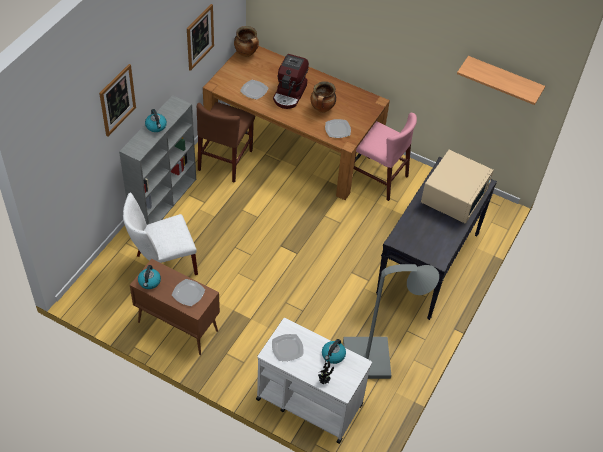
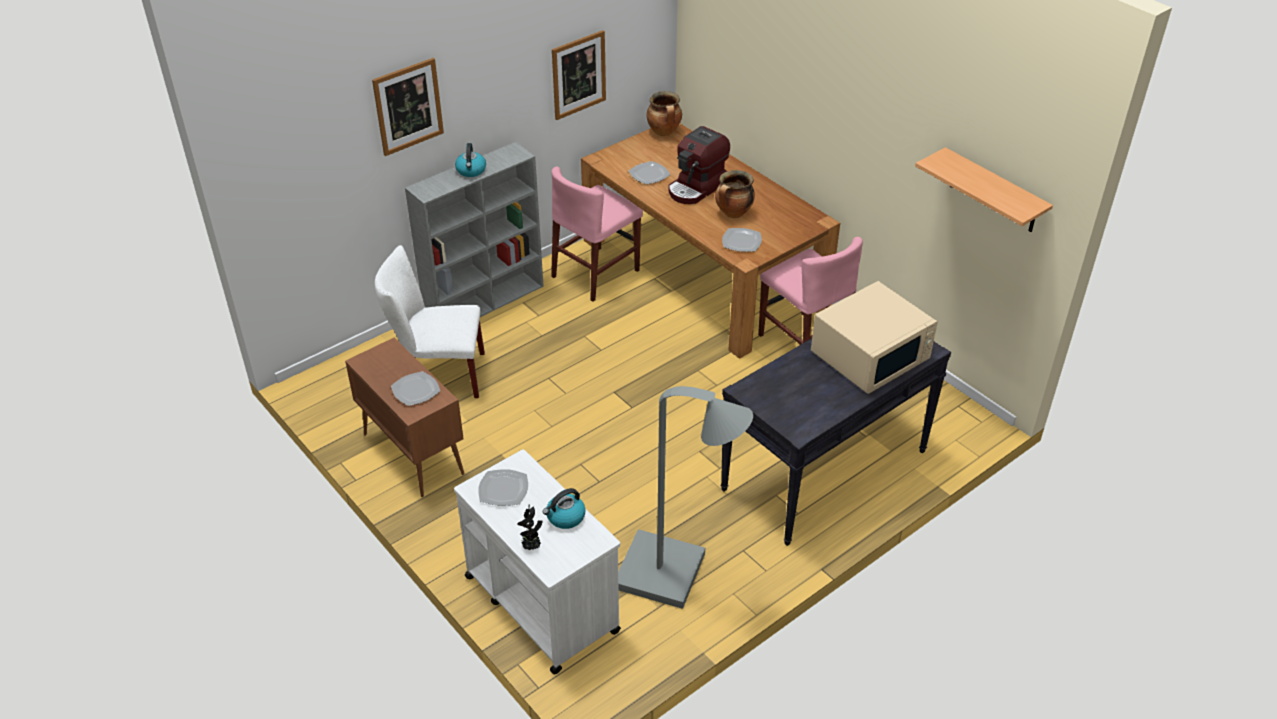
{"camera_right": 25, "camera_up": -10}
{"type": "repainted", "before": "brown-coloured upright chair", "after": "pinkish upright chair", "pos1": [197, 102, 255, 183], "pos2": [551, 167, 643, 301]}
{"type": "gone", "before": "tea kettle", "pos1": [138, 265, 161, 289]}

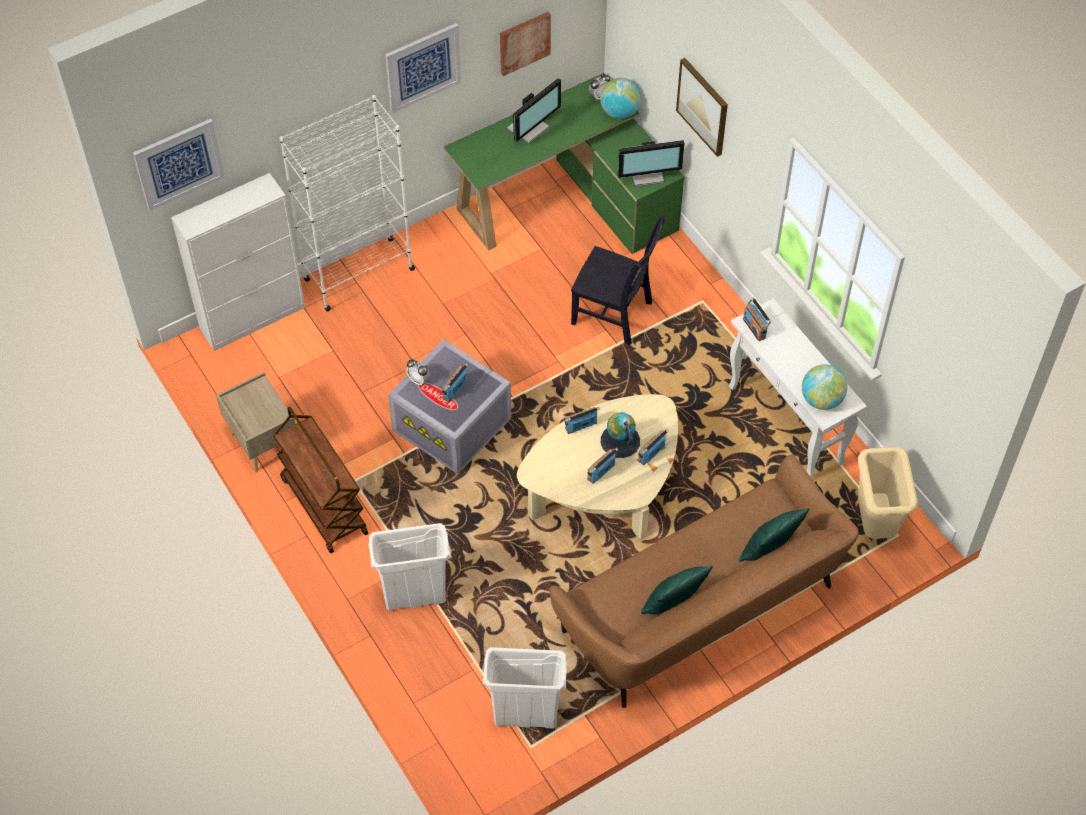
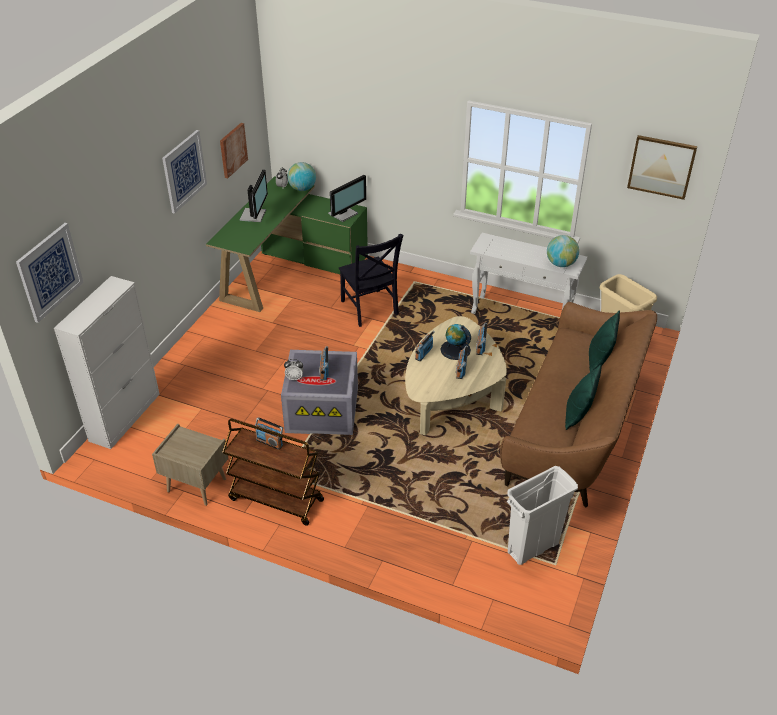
{"camera_right": -35, "camera_up": -15}
{"type": "shifted", "before": "radio", "pos1": [743, 298, 771, 341], "pos2": [255, 417, 283, 450]}
{"type": "rotated", "before": "blackish upright chair", "pos1": [571, 216, 666, 345], "pos2": [339, 234, 403, 327], "turn": 75}
{"type": "shifted", "before": "wall art", "pos1": [676, 58, 728, 157], "pos2": [627, 135, 697, 200]}
{"type": "gone", "before": "whitish shelving unit", "pos1": [280, 95, 415, 312]}
{"type": "gone", "before": "whitish rubbish bin", "pos1": [368, 523, 451, 611]}

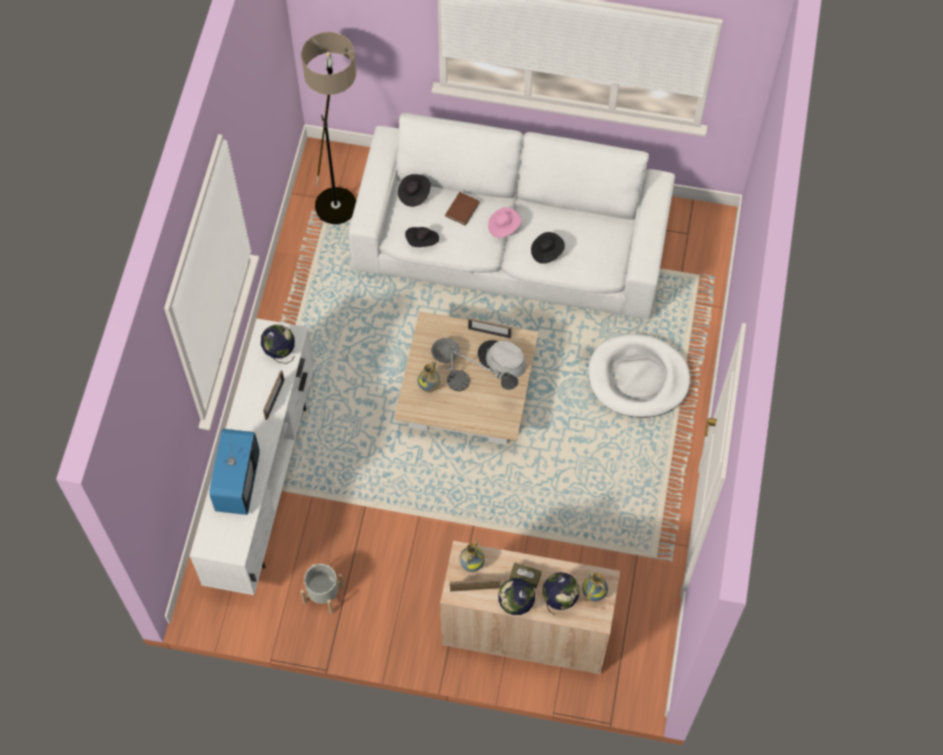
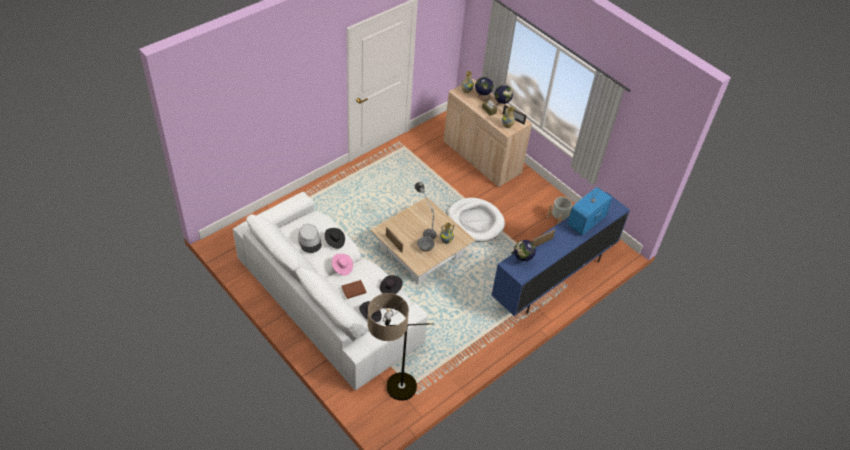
{"camera_right": -145, "camera_up": -15}
{"type": "shifted", "before": "grey wearable hat", "pos1": [478, 340, 526, 378], "pos2": [298, 224, 322, 253]}
{"type": "shifted", "before": "whitish pet bed", "pos1": [588, 334, 691, 418], "pos2": [448, 198, 505, 242]}
{"type": "repainted", "before": "whitish media console", "after": "bluish media console", "pos1": [190, 319, 315, 595], "pos2": [491, 192, 630, 316]}

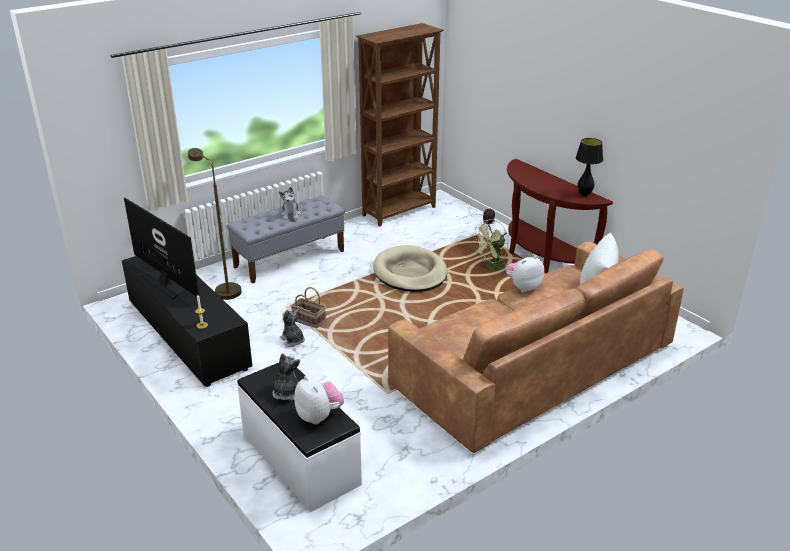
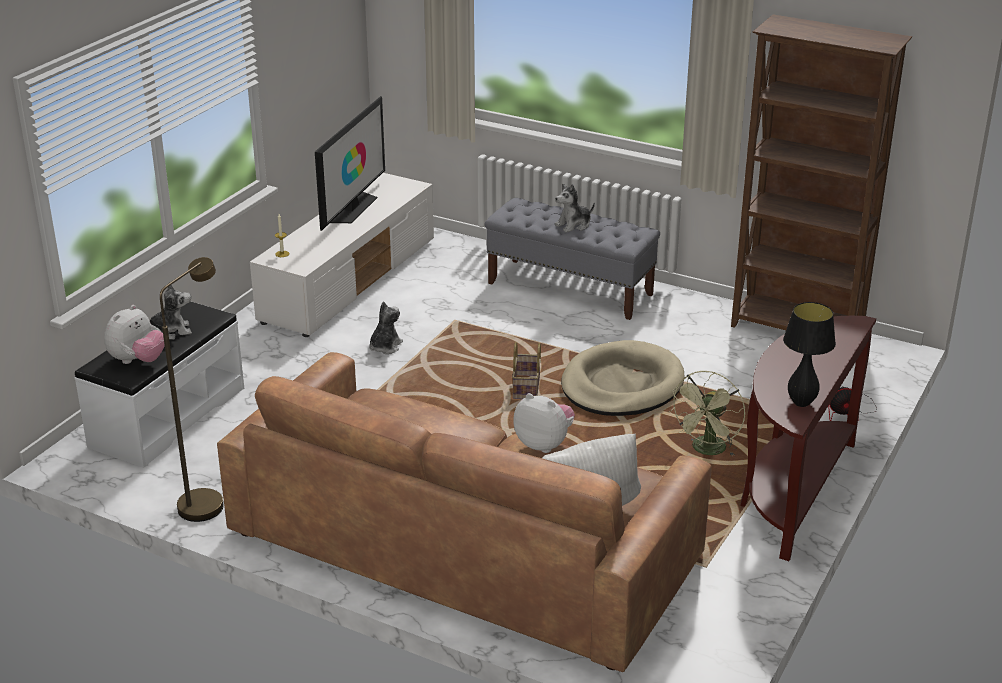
{"camera_right": 65, "camera_up": 0}
{"type": "shifted", "before": "brown-coloured floor lamp", "pos1": [188, 148, 241, 300], "pos2": [160, 257, 224, 522]}
{"type": "repainted", "before": "blackish media console", "after": "whitish media console", "pos1": [122, 256, 252, 387], "pos2": [250, 173, 434, 337]}
{"type": "shifted", "before": "storage basket", "pos1": [291, 287, 326, 328], "pos2": [512, 342, 541, 399]}
{"type": "rotated", "before": "greenish electric fan", "pos1": [473, 219, 509, 272], "pos2": [669, 371, 745, 456], "turn": -90}

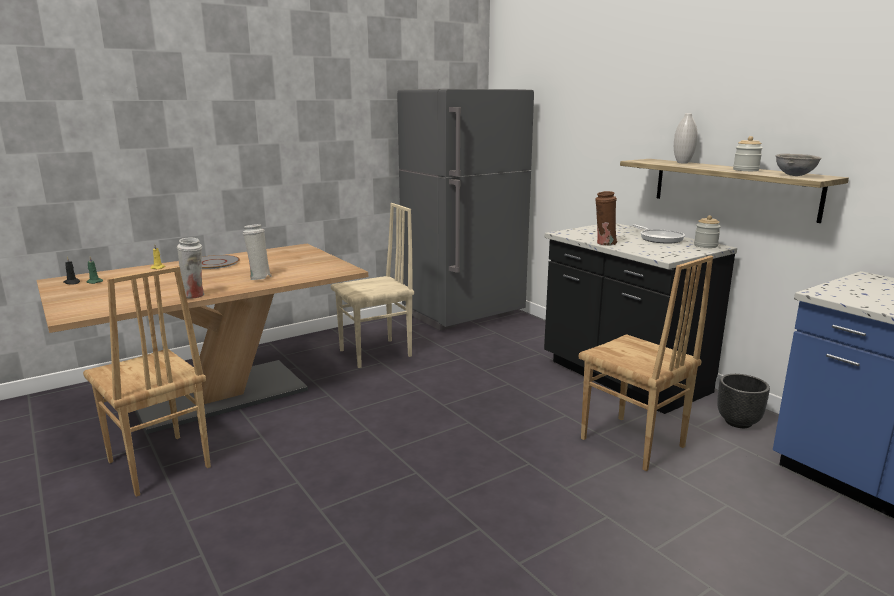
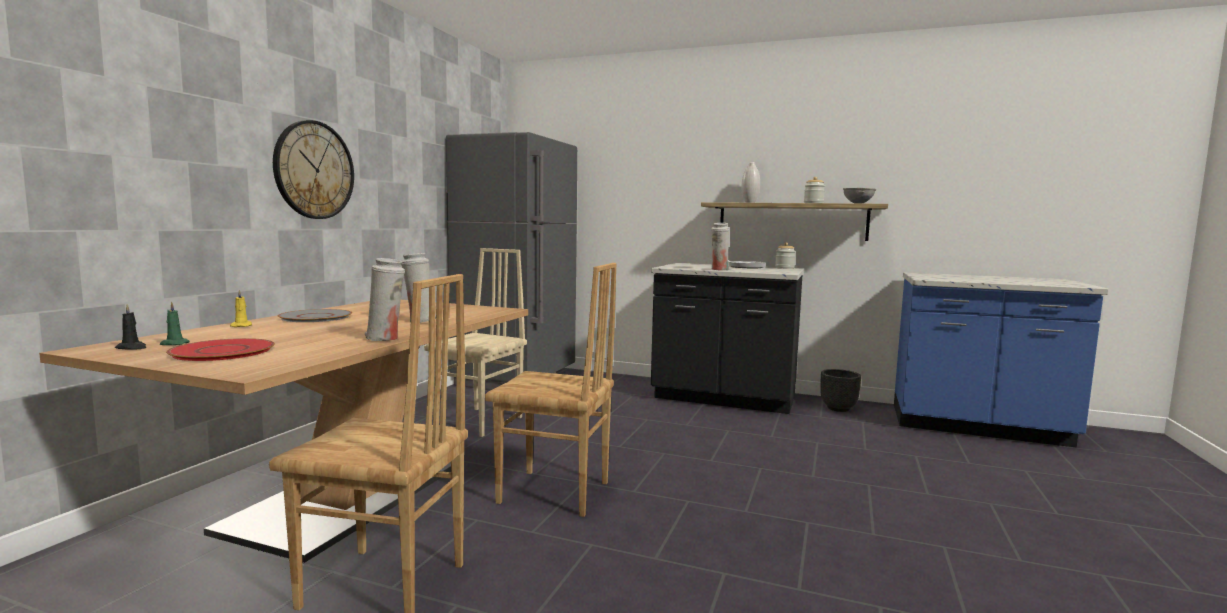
{"camera_right": -35, "camera_up": -10}
{"type": "new", "after": "red-coloured plate", "pos2": [166, 338, 275, 361]}
{"type": "new", "after": "wall clock", "pos2": [273, 120, 354, 219]}
{"type": "shifted", "before": "brown-coloured upright chair", "pos1": [579, 255, 713, 471], "pos2": [485, 263, 617, 517]}
{"type": "repainted", "before": "brown-coloured flower vase", "after": "whitish flower vase", "pos1": [595, 191, 618, 246], "pos2": [711, 223, 730, 271]}

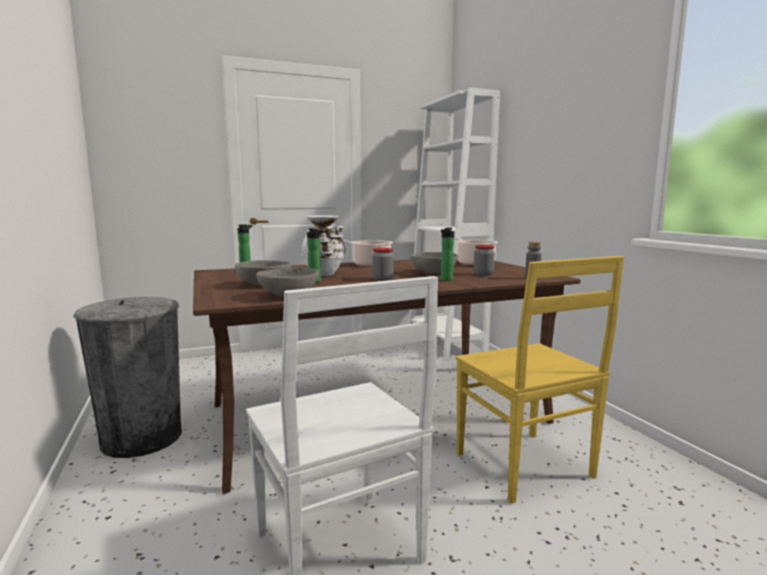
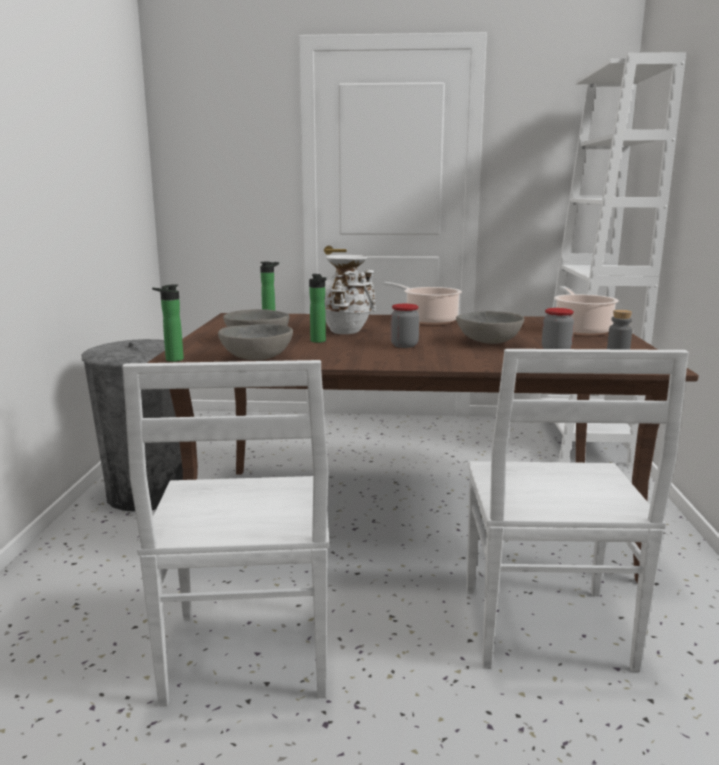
{"camera_right": 25, "camera_up": 5}
{"type": "shifted", "before": "beverage bottle", "pos1": [441, 228, 454, 281], "pos2": [152, 284, 184, 362]}
{"type": "repainted", "before": "yellowish upright chair", "after": "whitish upright chair", "pos1": [456, 256, 624, 504], "pos2": [466, 349, 689, 672]}

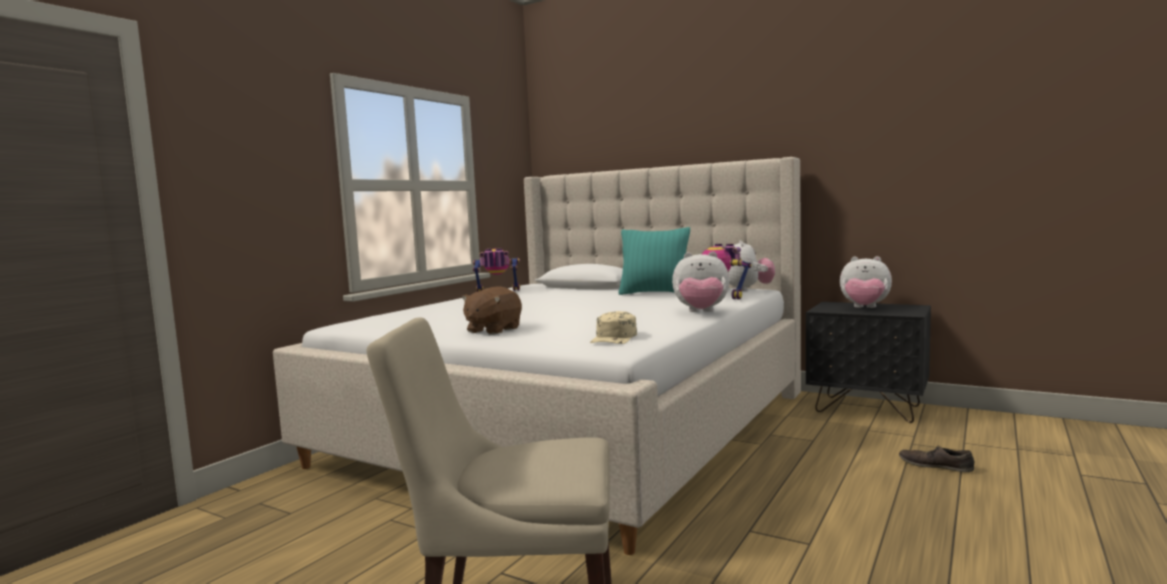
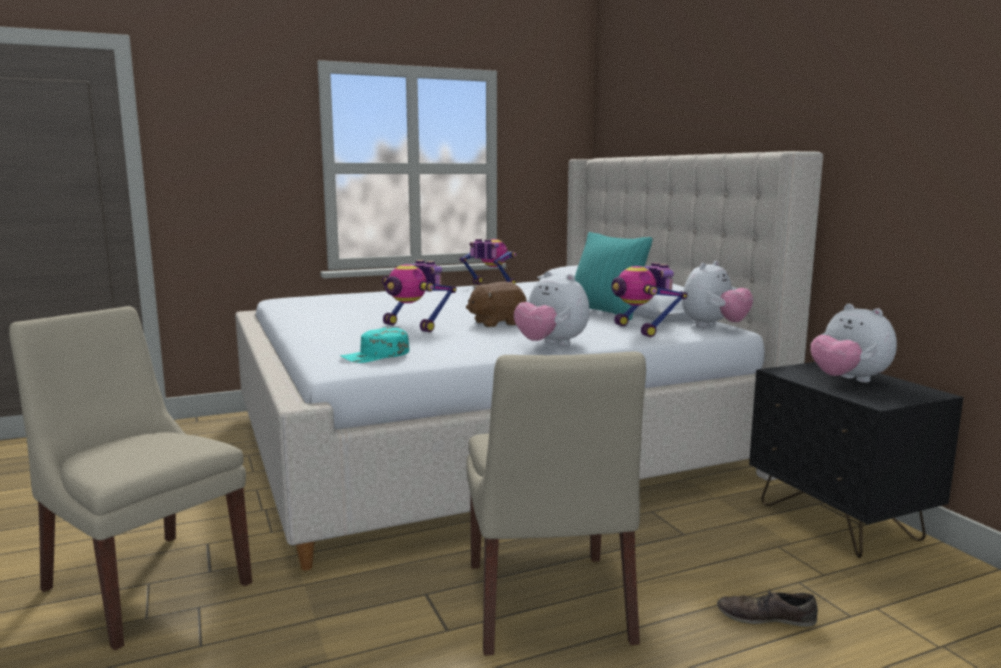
{"camera_right": 35, "camera_up": 5}
{"type": "repainted", "before": "beige-coloured baseball cap", "after": "turquoise-coloured baseball cap", "pos1": [590, 311, 637, 344], "pos2": [340, 327, 409, 363]}
{"type": "new", "after": "model robot", "pos2": [382, 260, 456, 332]}
{"type": "shifted", "before": "brown-coloured soft toy", "pos1": [461, 286, 522, 335], "pos2": [466, 282, 527, 328]}
{"type": "new", "after": "beige-coloured upright chair", "pos2": [466, 352, 646, 656]}
{"type": "rotated", "before": "brown-coloured item of footwear", "pos1": [899, 446, 974, 472], "pos2": [717, 589, 818, 627], "turn": -60}

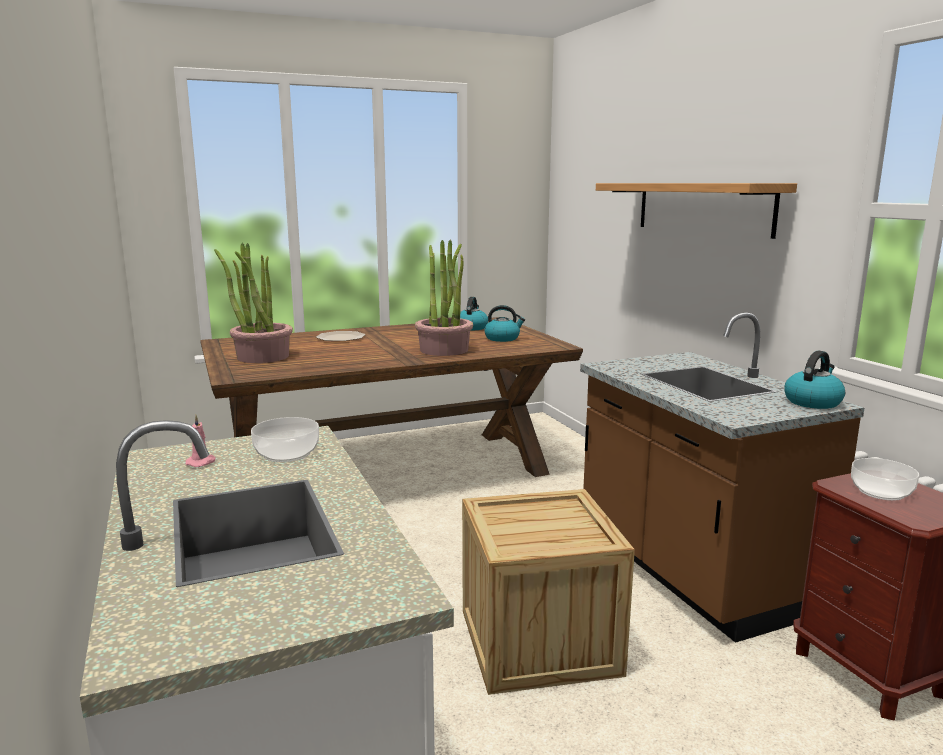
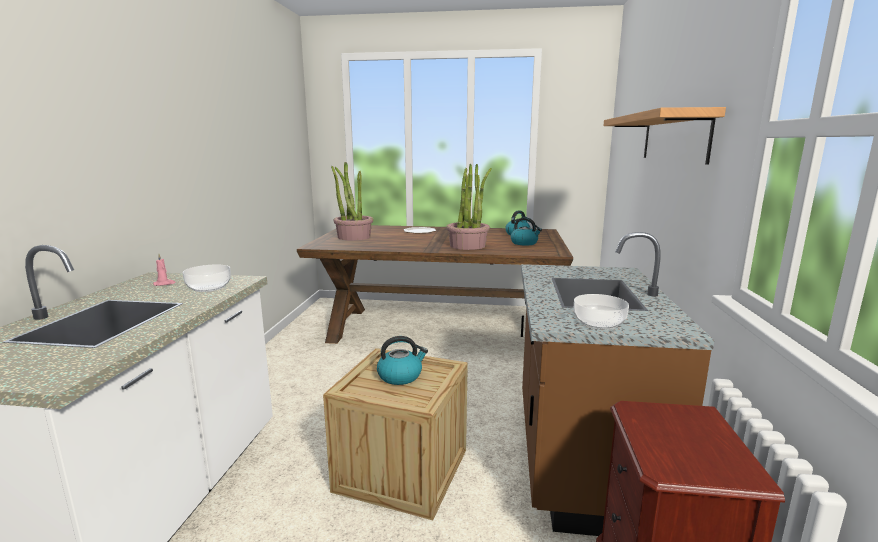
{"camera_right": 30, "camera_up": 0}
{"type": "shifted", "before": "tea kettle", "pos1": [784, 351, 845, 409], "pos2": [377, 336, 428, 385]}
{"type": "shifted", "before": "serving bowl", "pos1": [851, 458, 919, 501], "pos2": [574, 294, 629, 330]}

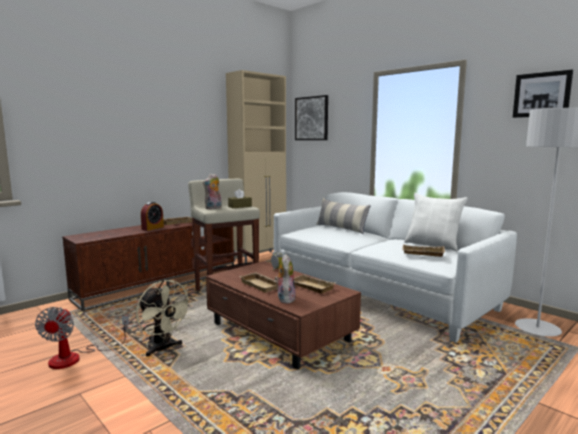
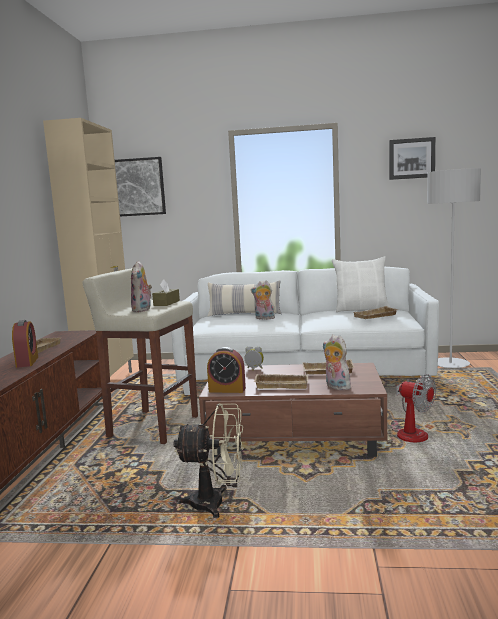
{"camera_right": -40, "camera_up": 0}
{"type": "new", "after": "alarm clock", "pos2": [207, 347, 246, 393]}
{"type": "new", "after": "soft toy", "pos2": [251, 280, 275, 320]}
{"type": "shifted", "before": "electric fan", "pos1": [35, 307, 129, 369], "pos2": [391, 374, 436, 442]}

